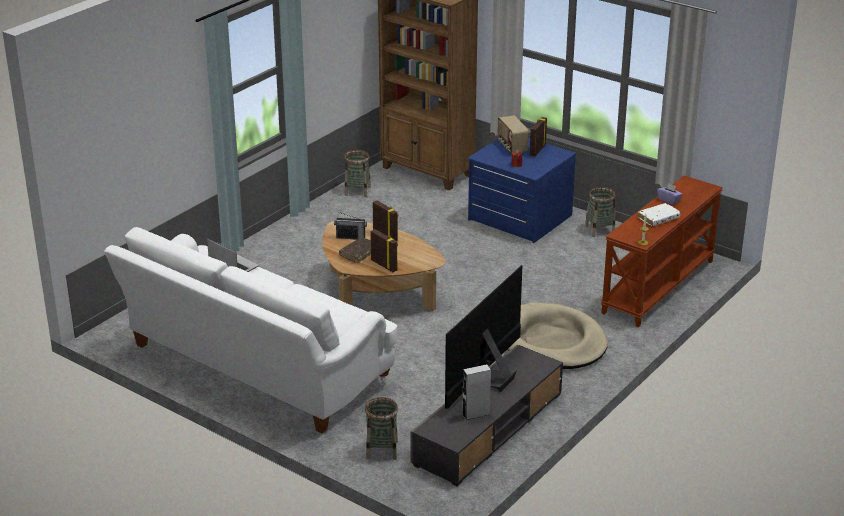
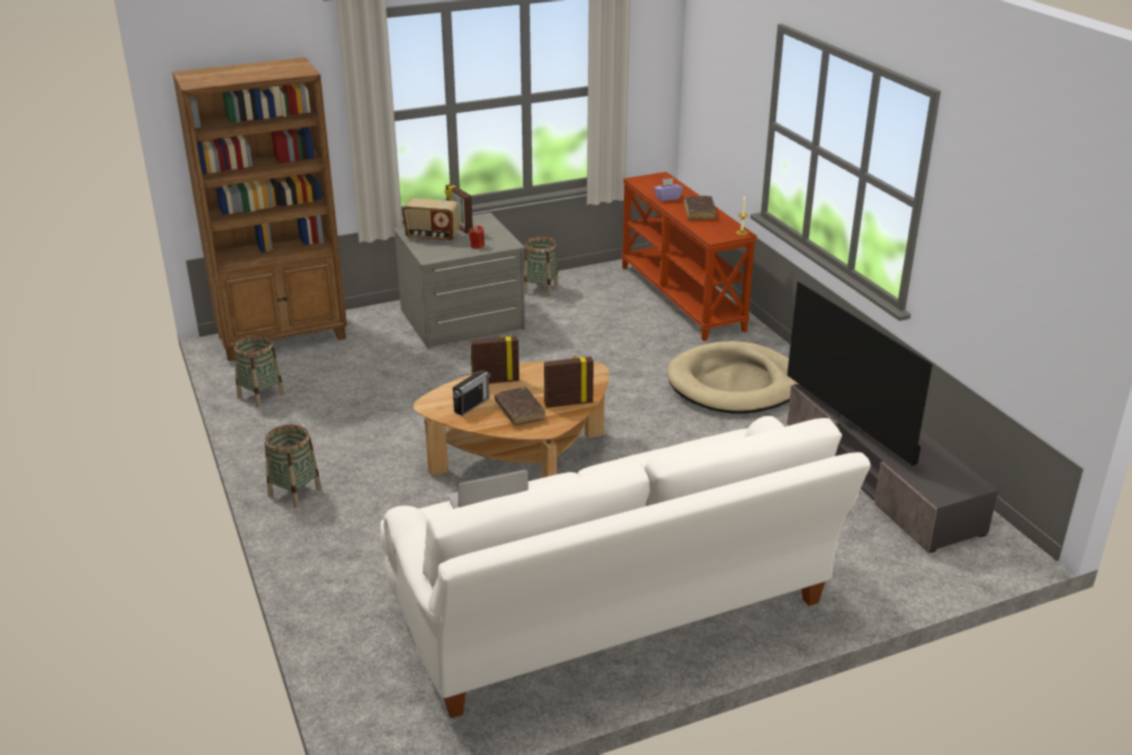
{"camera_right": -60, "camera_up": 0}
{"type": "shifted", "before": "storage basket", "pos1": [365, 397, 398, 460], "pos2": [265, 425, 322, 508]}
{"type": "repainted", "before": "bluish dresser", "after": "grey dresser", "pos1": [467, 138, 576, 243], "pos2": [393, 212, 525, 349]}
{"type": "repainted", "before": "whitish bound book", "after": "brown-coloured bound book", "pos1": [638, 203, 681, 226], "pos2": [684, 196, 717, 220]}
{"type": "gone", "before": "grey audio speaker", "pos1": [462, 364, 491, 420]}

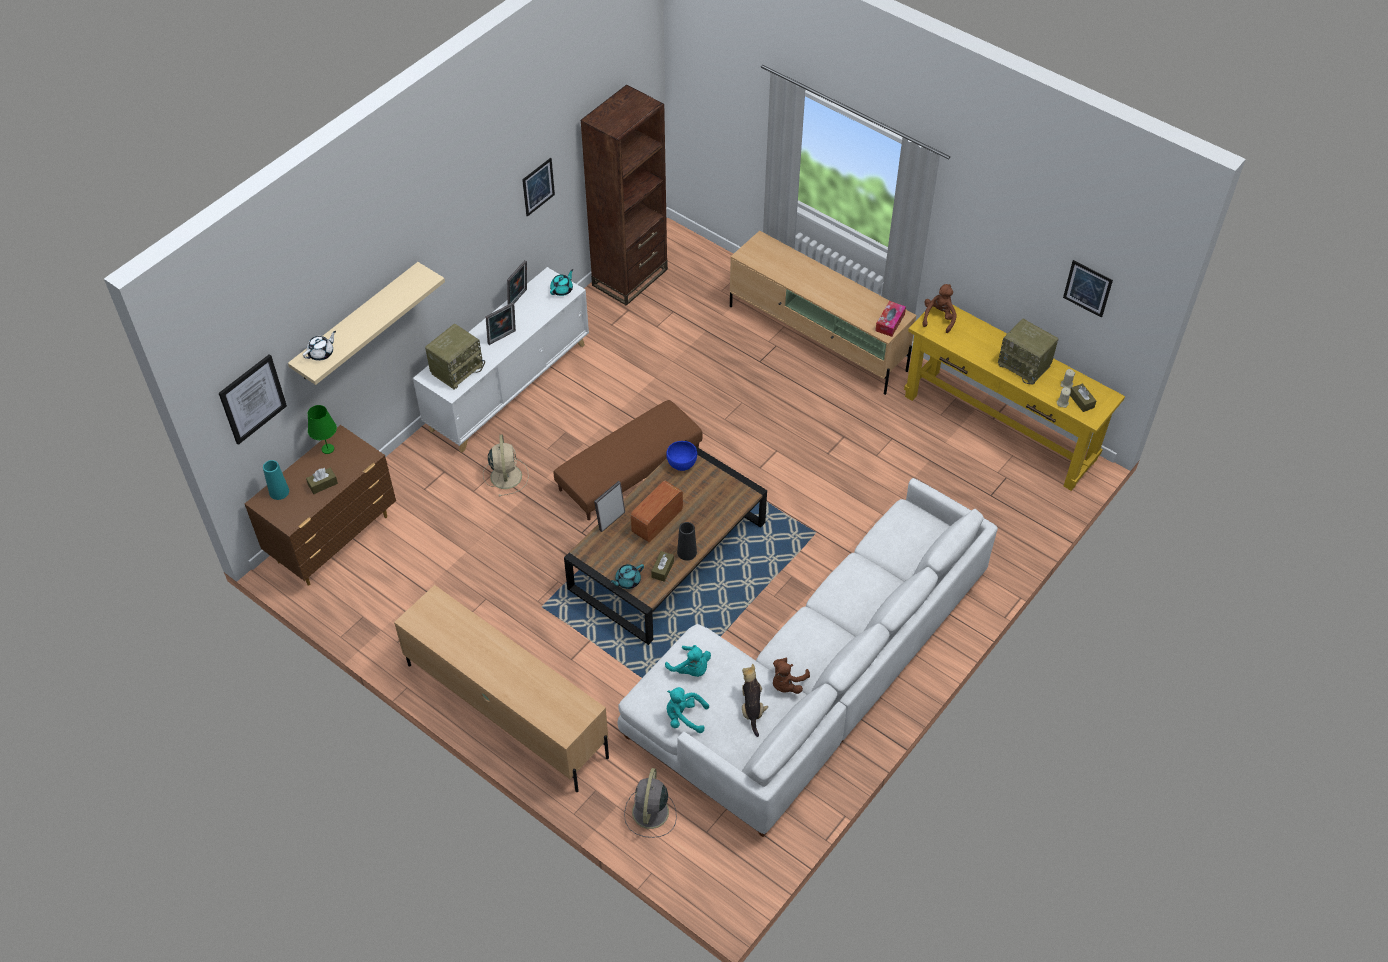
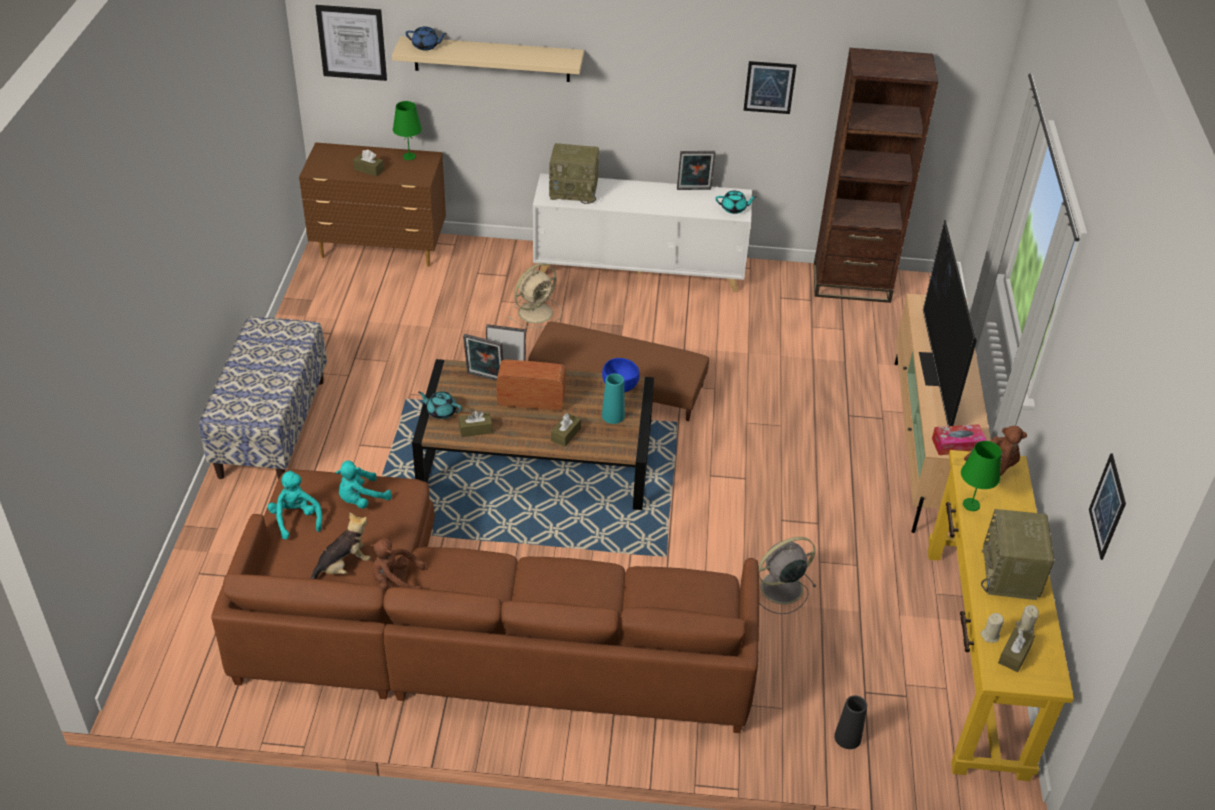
{"camera_right": 55, "camera_up": -10}
{"type": "swapped", "before": "beige-coloured media console", "after": "long seat", "pos1": [394, 585, 609, 792], "pos2": [199, 317, 327, 480]}
{"type": "repainted", "before": "whitish settee", "after": "brown-coloured settee", "pos1": [618, 478, 998, 837], "pos2": [211, 469, 759, 733]}
{"type": "rotated", "before": "turquoise-coloured soft toy", "pos1": [665, 645, 711, 677], "pos2": [336, 460, 392, 509], "turn": 45}
{"type": "repainted", "before": "whitish tea pot", "after": "bluish tea pot", "pos1": [303, 331, 336, 361], "pos2": [405, 26, 447, 50]}
{"type": "shifted", "before": "standing frame", "pos1": [486, 302, 516, 345], "pos2": [463, 334, 503, 381]}
{"type": "new", "after": "brown-coloured tissue box", "pos2": [551, 413, 581, 447]}
{"type": "shifted", "before": "turquoise-coloured flower vase", "pos1": [263, 460, 289, 500], "pos2": [602, 374, 625, 424]}
{"type": "shifted", "before": "grey electric fan", "pos1": [624, 768, 677, 838], "pos2": [759, 537, 816, 614]}
{"type": "shifted", "before": "blackish flower vase", "pos1": [677, 522, 697, 561], "pos2": [834, 695, 867, 749]}
{"type": "new", "after": "television", "pos2": [919, 220, 977, 426]}
{"type": "new", "after": "greenish table lamp", "pos2": [961, 441, 1002, 511]}

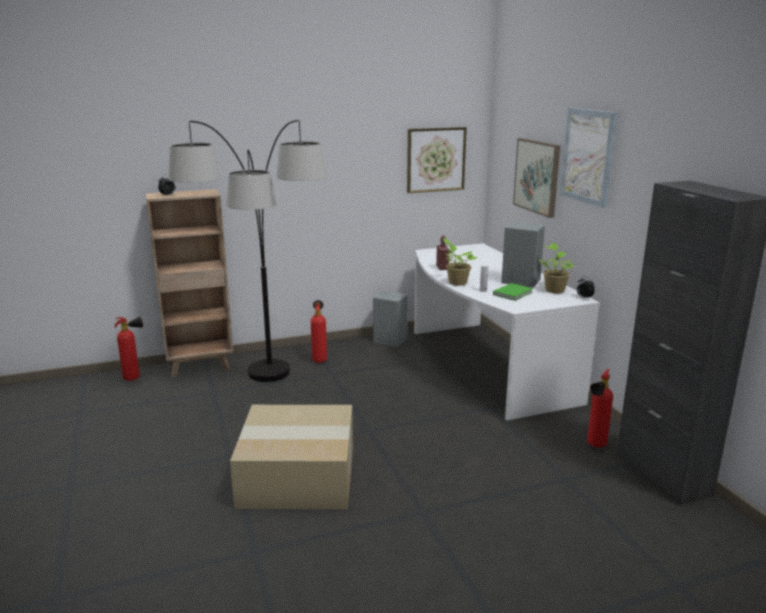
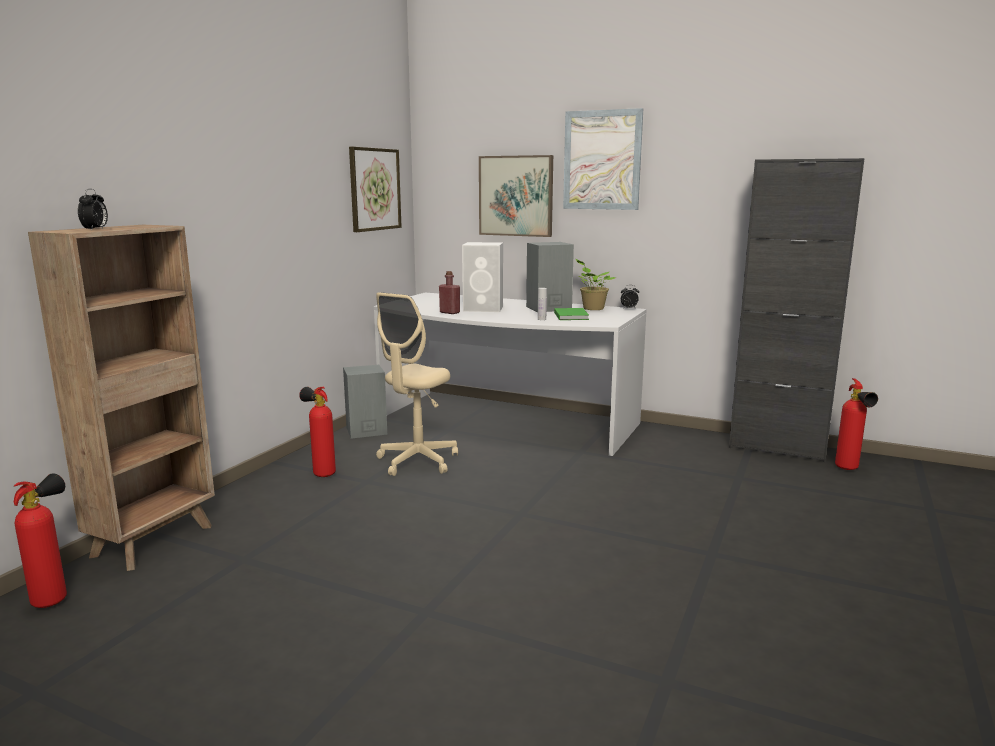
{"camera_right": -45, "camera_up": -5}
{"type": "new", "after": "beige-coloured desk chair", "pos2": [376, 292, 458, 476]}
{"type": "new", "after": "whitish audio speaker", "pos2": [462, 242, 503, 312]}
{"type": "shifted", "before": "fire extinguisher", "pos1": [587, 369, 613, 448], "pos2": [835, 378, 878, 470]}
{"type": "gone", "before": "floor lamp", "pos1": [168, 120, 327, 382]}
{"type": "gone", "before": "carton", "pos1": [230, 405, 353, 509]}
{"type": "gone", "before": "plant in a pot", "pos1": [443, 238, 477, 286]}

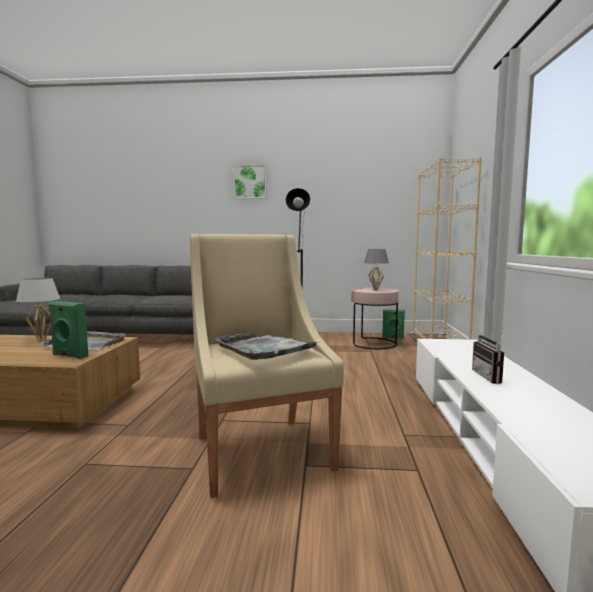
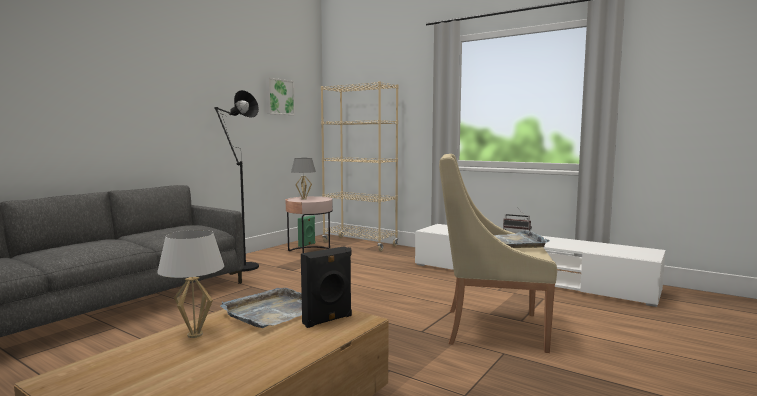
{"camera_right": -60, "camera_up": 0}
{"type": "shifted", "before": "wall art", "pos1": [233, 165, 267, 199], "pos2": [266, 78, 295, 115]}
{"type": "repainted", "before": "greenish audio speaker", "after": "blackish audio speaker", "pos1": [49, 301, 88, 359], "pos2": [301, 246, 352, 328]}

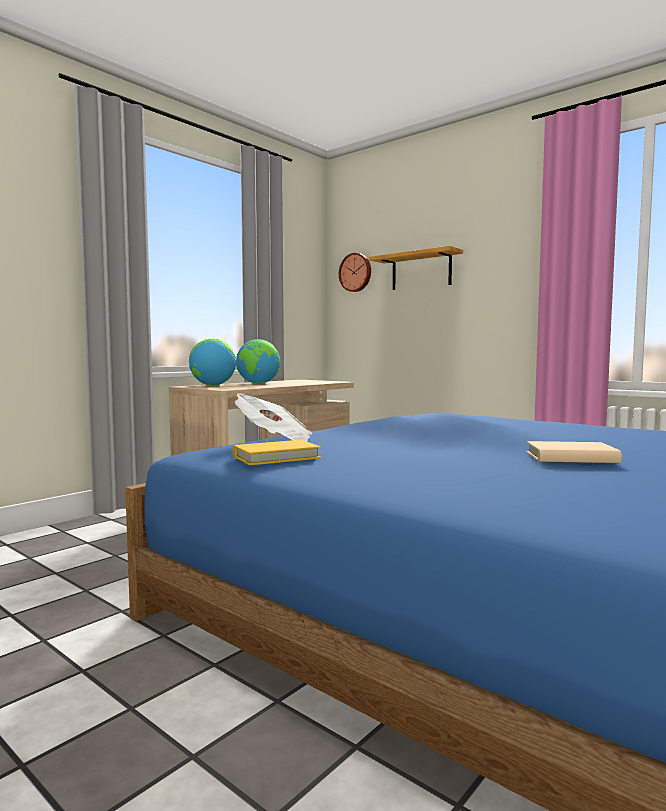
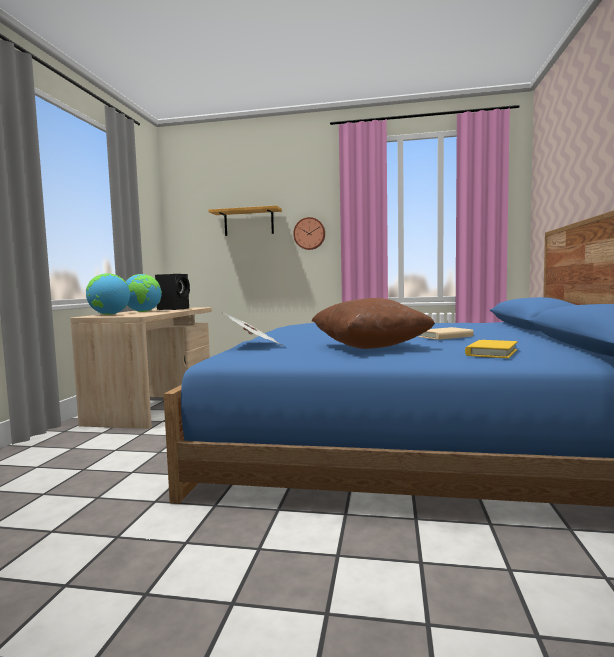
{"camera_right": -30, "camera_up": 0}
{"type": "new", "after": "blackish audio speaker", "pos2": [155, 274, 190, 310]}
{"type": "shifted", "before": "wall clock", "pos1": [339, 253, 371, 292], "pos2": [293, 217, 325, 250]}
{"type": "new", "after": "brown-coloured throw pillow", "pos2": [312, 298, 435, 349]}
{"type": "shifted", "before": "yellowish bound book", "pos1": [233, 440, 321, 465], "pos2": [465, 340, 518, 358]}

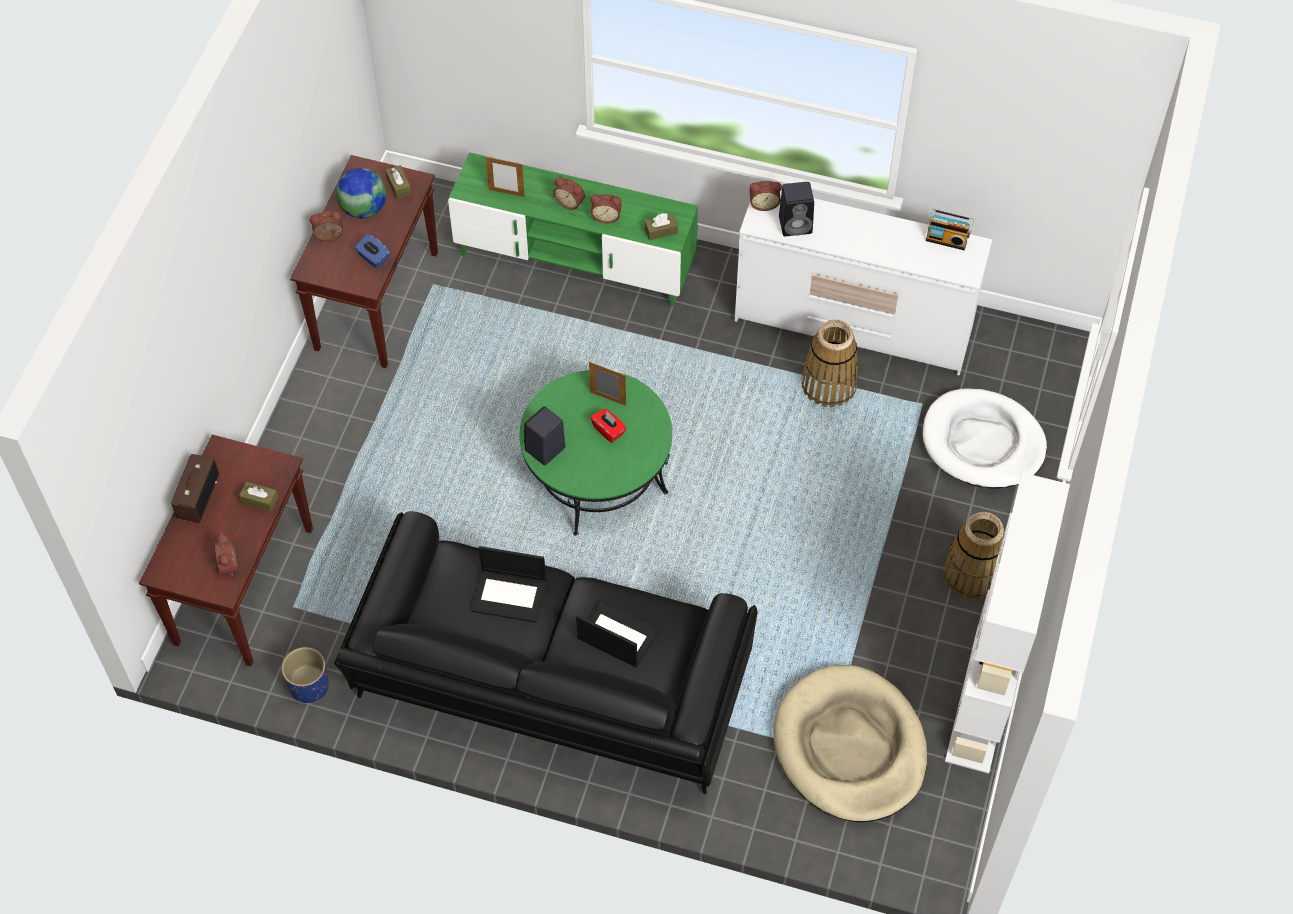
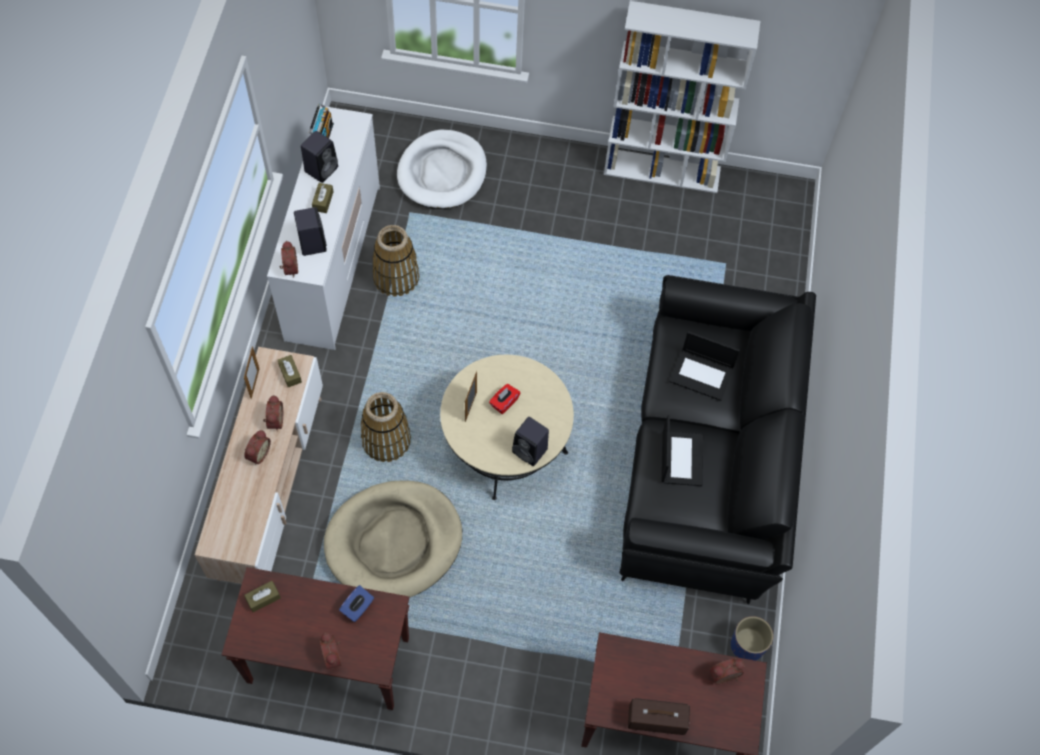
{"camera_right": -100, "camera_up": 5}
{"type": "repainted", "before": "greenish media console", "after": "beige-coloured media console", "pos1": [448, 152, 698, 307], "pos2": [195, 347, 323, 584]}
{"type": "shifted", "before": "standing frame", "pos1": [486, 156, 525, 197], "pos2": [244, 346, 259, 399]}
{"type": "new", "after": "blackish audio speaker", "pos2": [301, 131, 338, 183]}
{"type": "shifted", "before": "brown-coloured tissue box", "pos1": [239, 482, 278, 512], "pos2": [312, 183, 333, 213]}
{"type": "shifted", "before": "beige-coloured pet bed", "pos1": [773, 665, 927, 822], "pos2": [324, 480, 462, 598]}
{"type": "shifted", "before": "storage basket", "pos1": [943, 512, 1004, 600], "pos2": [360, 392, 411, 462]}
{"type": "repainted", "before": "greenish coffee table", "after": "beige-coloured coffee table", "pos1": [519, 370, 672, 536], "pos2": [440, 355, 574, 500]}
{"type": "rotated", "before": "notebook computer", "pos1": [576, 601, 660, 667], "pos2": [669, 331, 740, 401], "turn": -90}
{"type": "gone", "before": "desk globe", "pos1": [336, 168, 386, 218]}

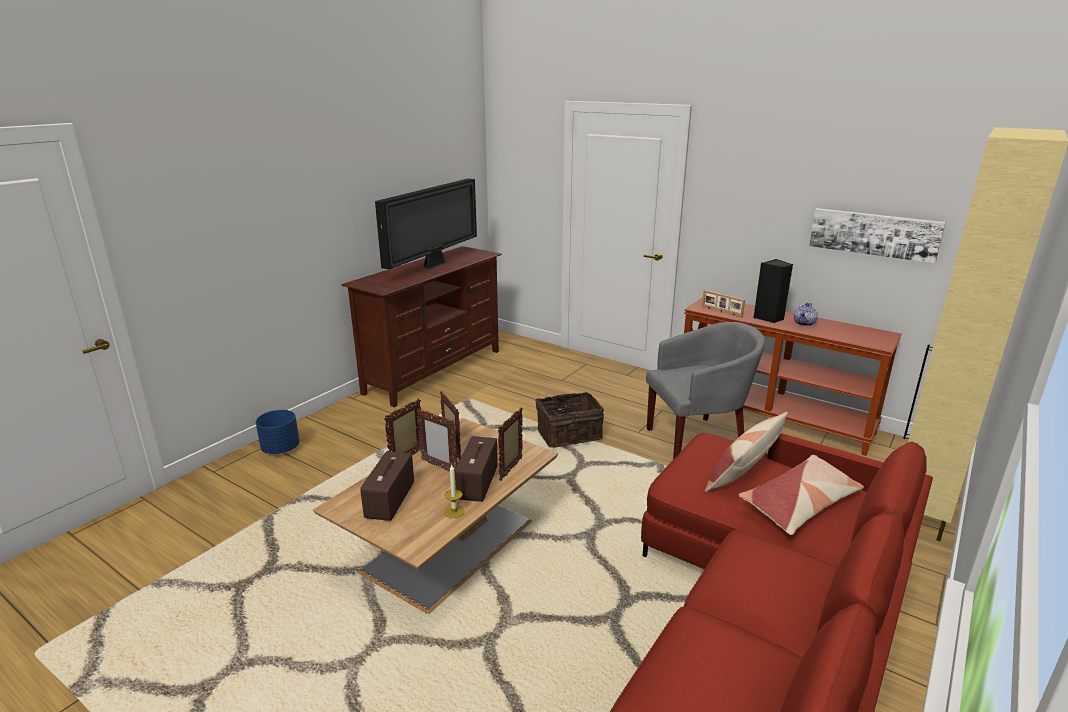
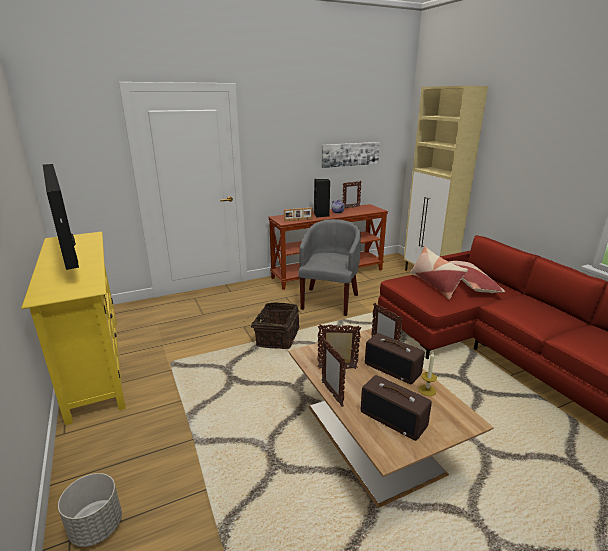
{"camera_right": -60, "camera_up": 0}
{"type": "repainted", "before": "brown-coloured media console", "after": "yellowish media console", "pos1": [341, 246, 502, 407], "pos2": [21, 232, 126, 425]}
{"type": "repainted", "before": "bluish flower pot", "after": "grey flower pot", "pos1": [256, 410, 300, 454], "pos2": [58, 473, 122, 547]}
{"type": "shifted", "before": "standing frame", "pos1": [416, 409, 457, 473], "pos2": [342, 181, 361, 208]}

